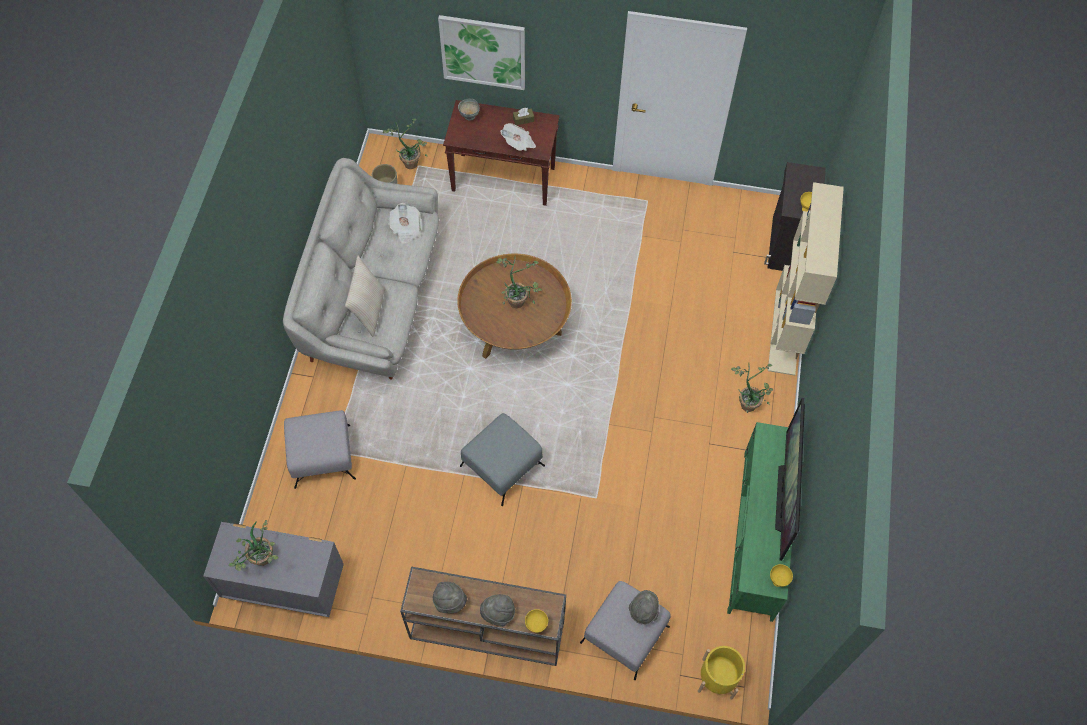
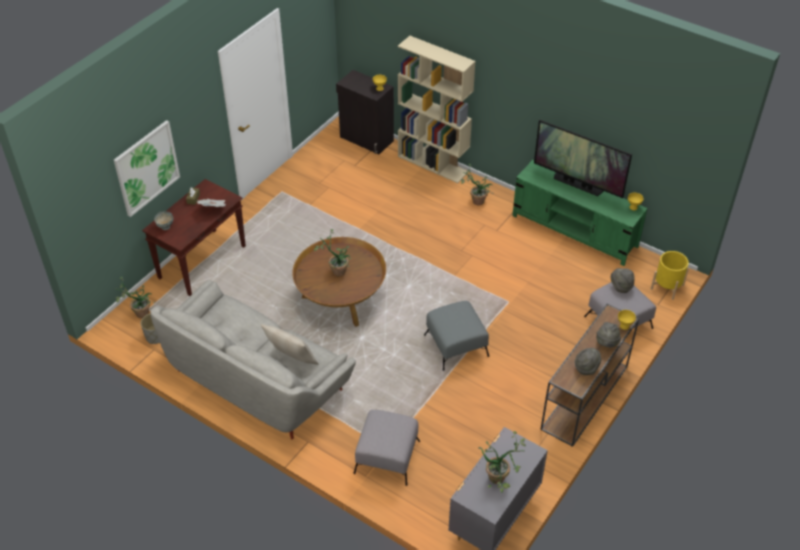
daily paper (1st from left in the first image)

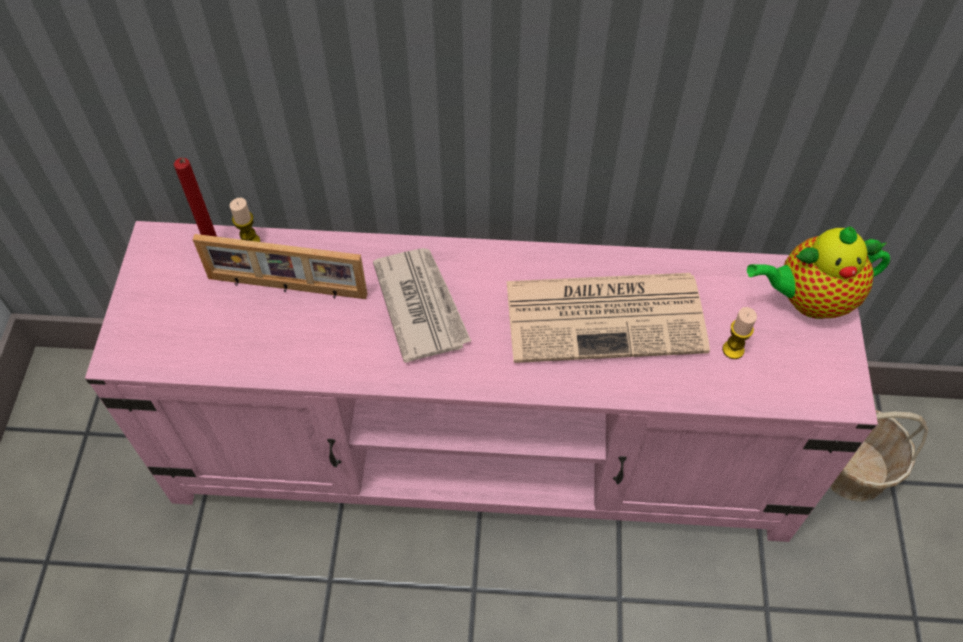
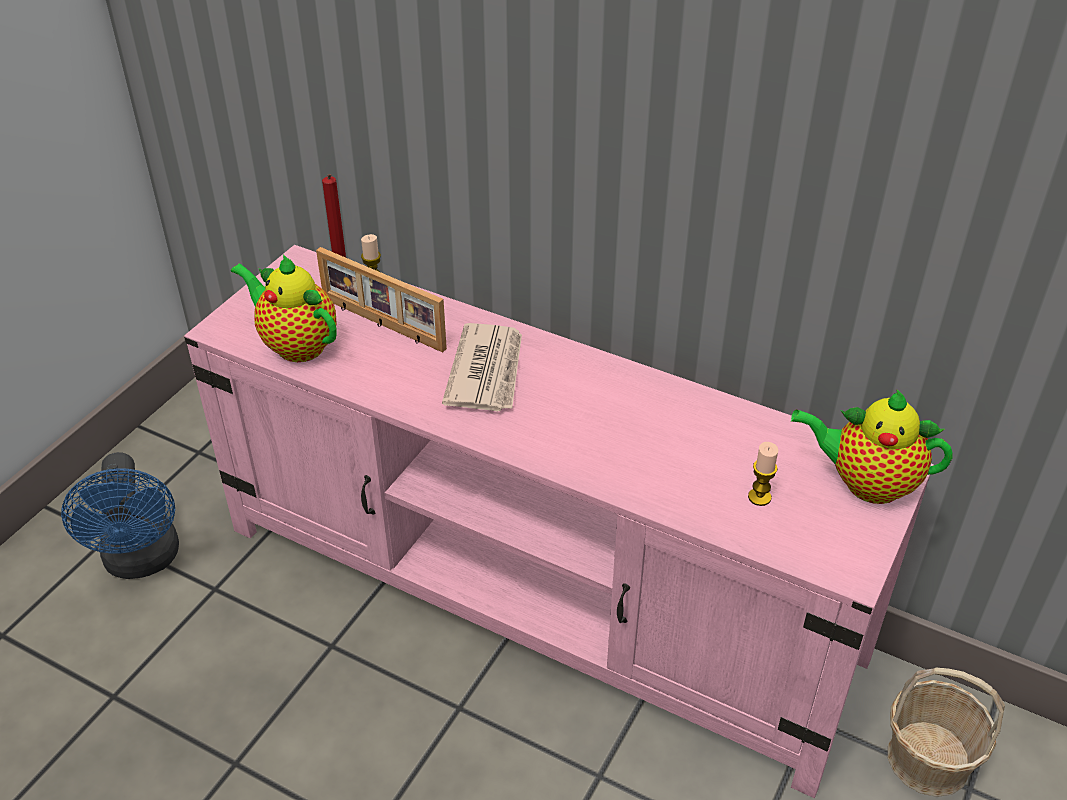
cooling fan in blue-coloured; teapot (1st from left); daily paper (2nd from left in the first image)

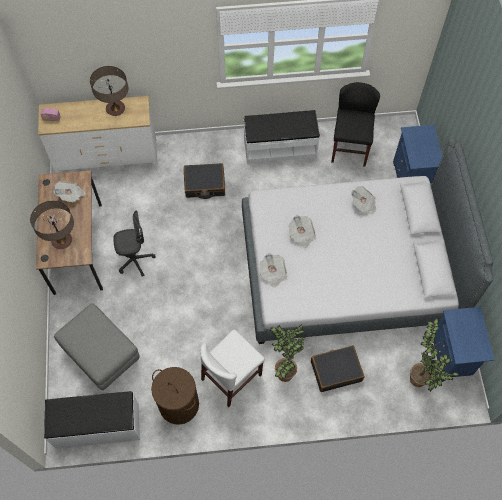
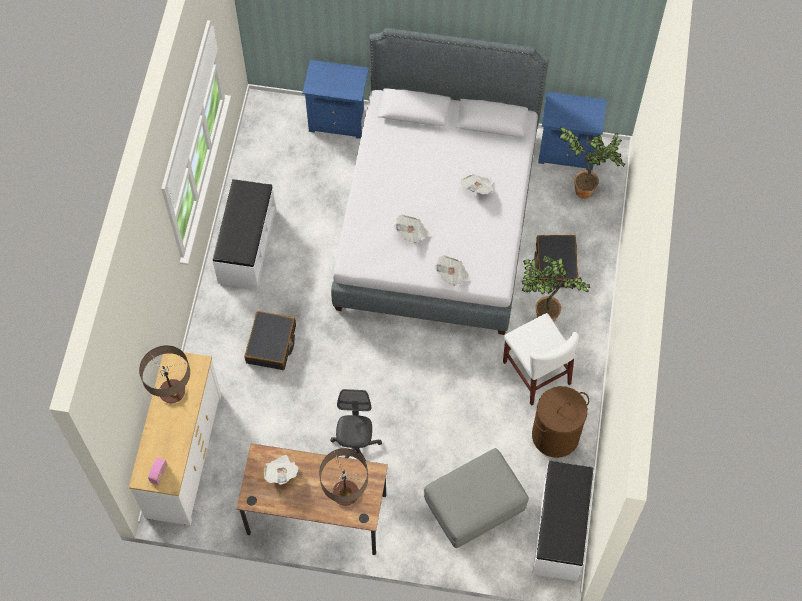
daily paper (4th from left); chair in black-coloured

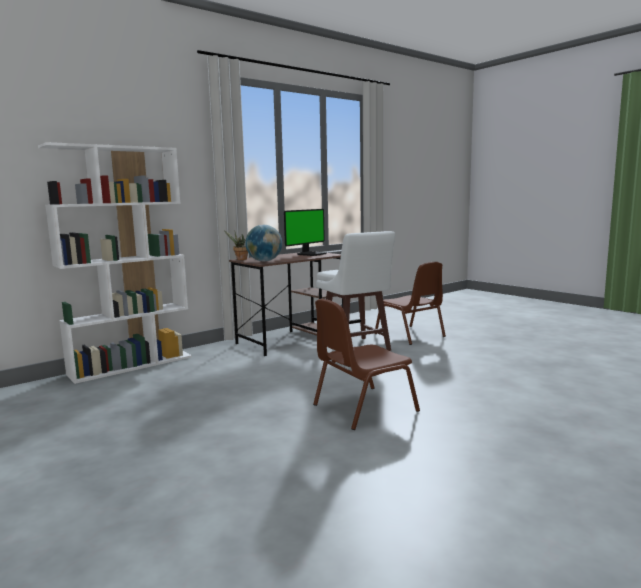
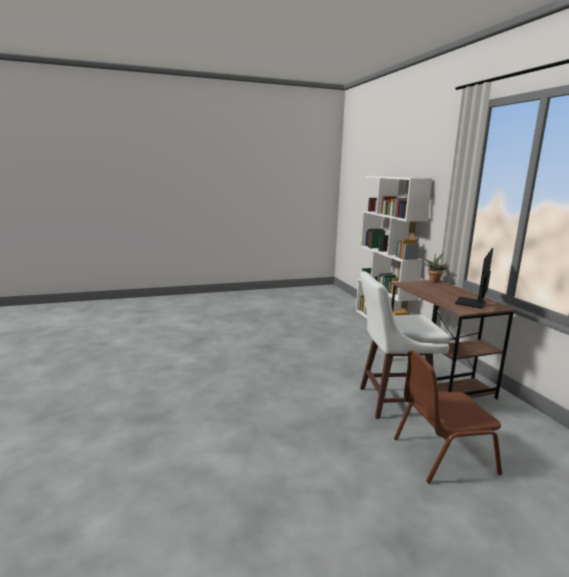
computer display; desk globe; chair in brown-coloured (1st from left in the first image)

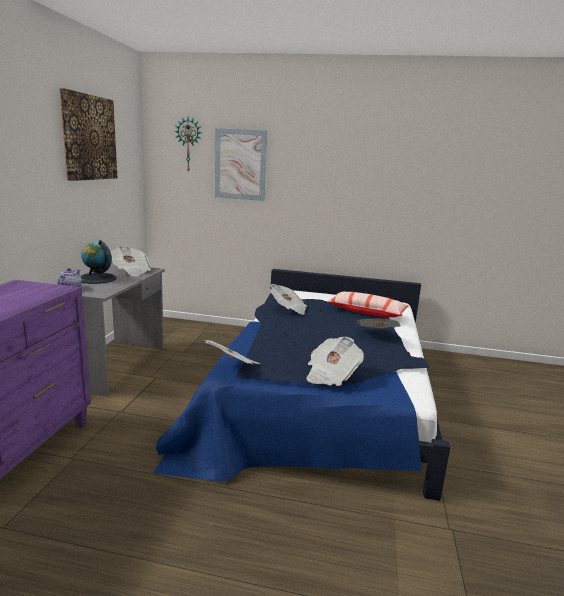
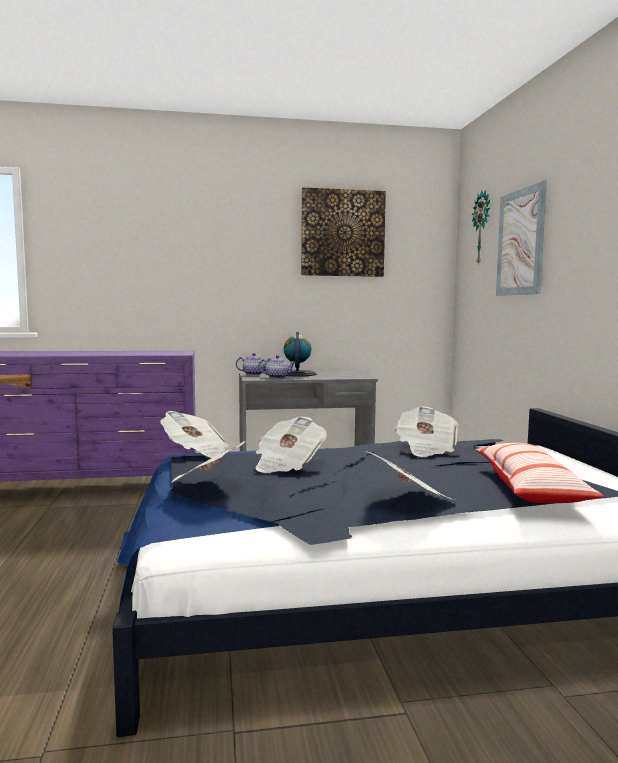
daily paper (3rd from left); teapot (2nd from left)

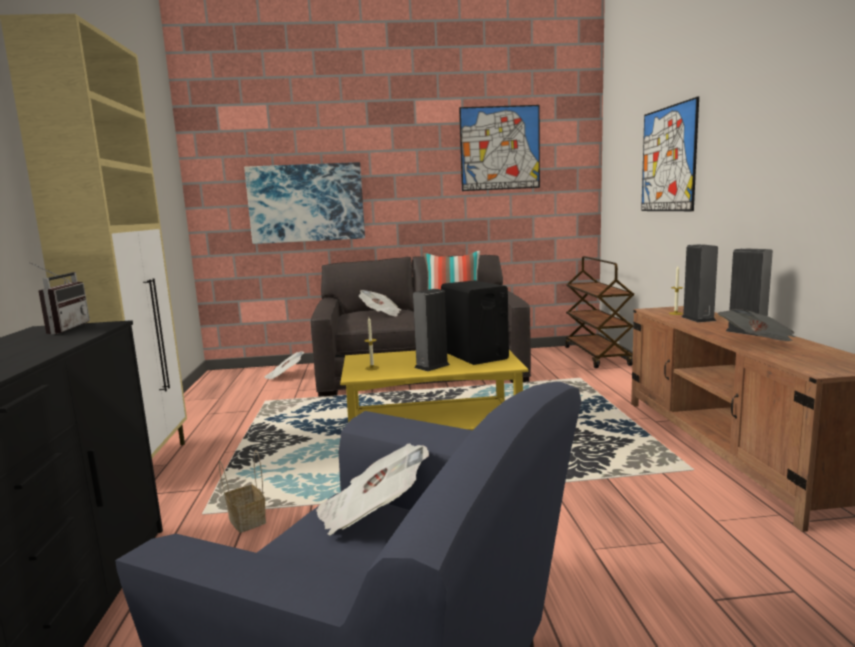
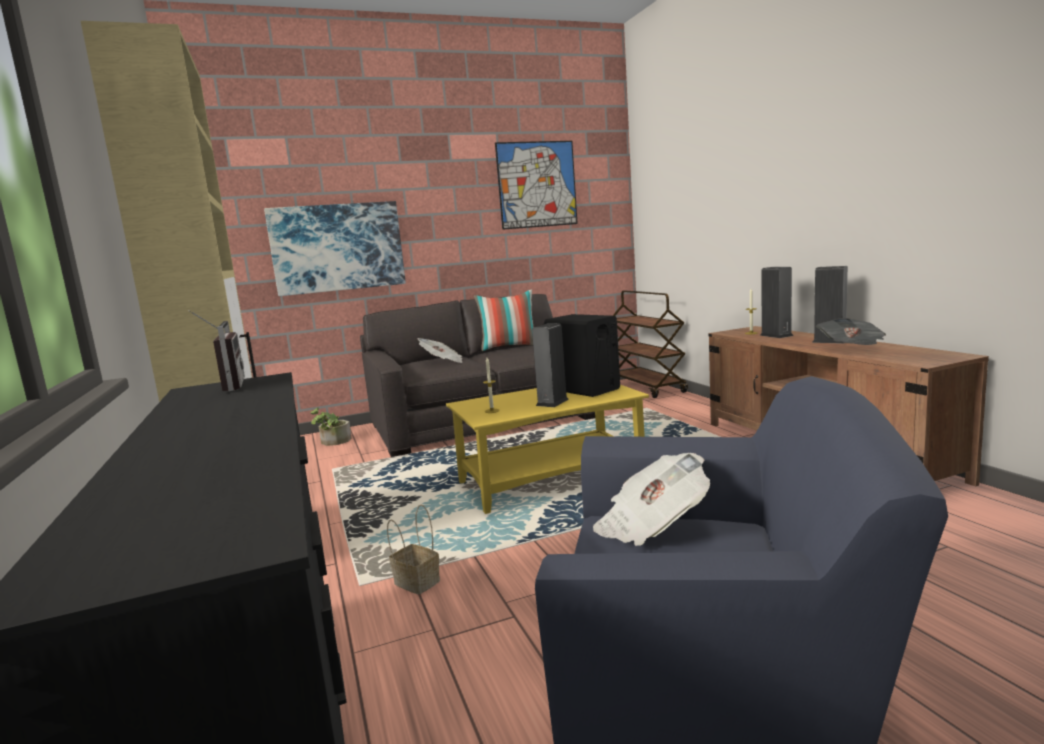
houseplant; wall art (3rd from left in the first image)

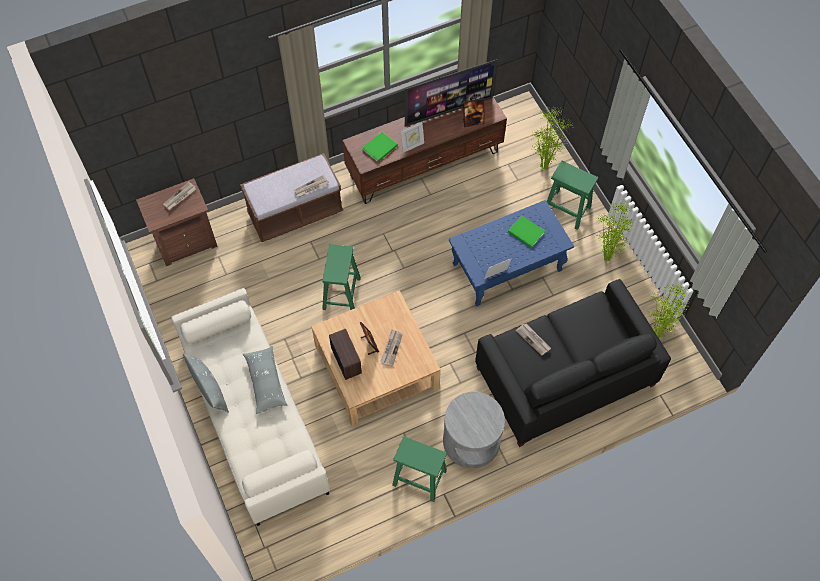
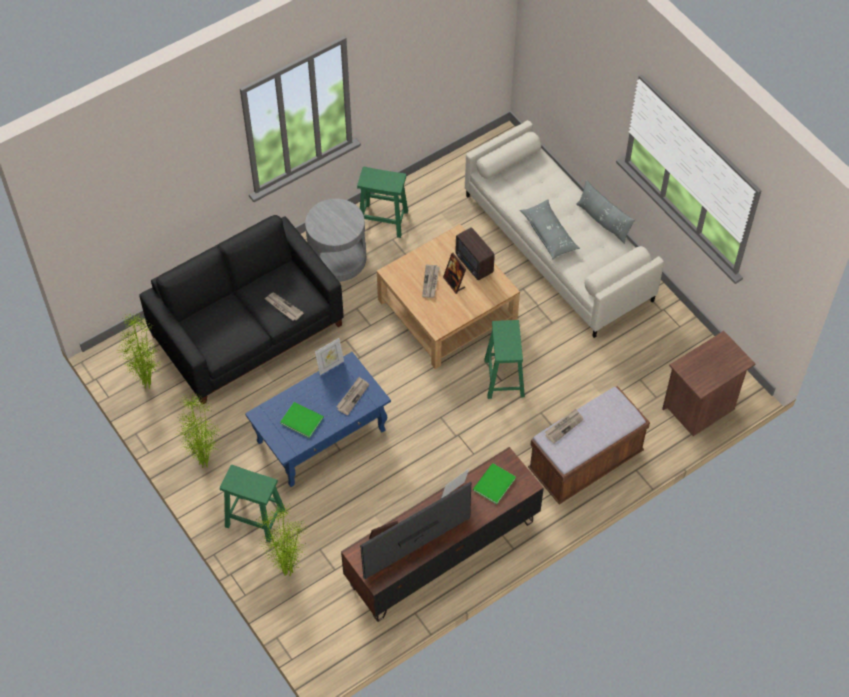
daily paper (2nd from left)

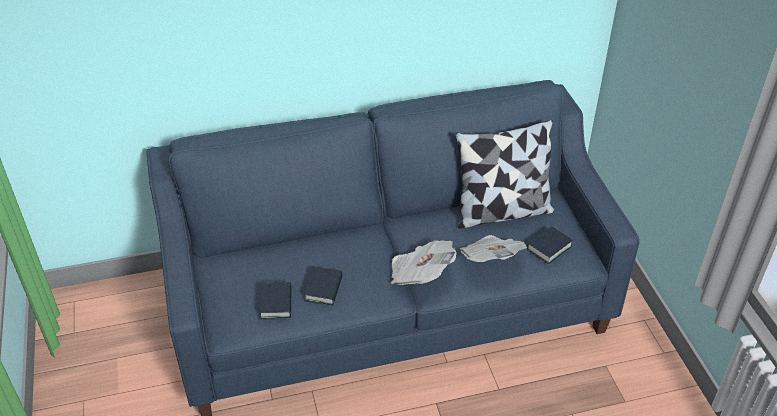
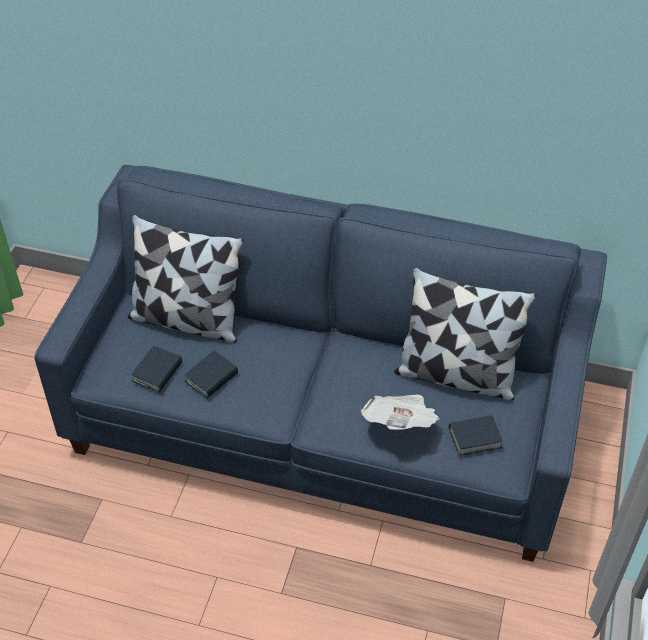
cushion (1st from left); daily paper (1st from left in the first image)

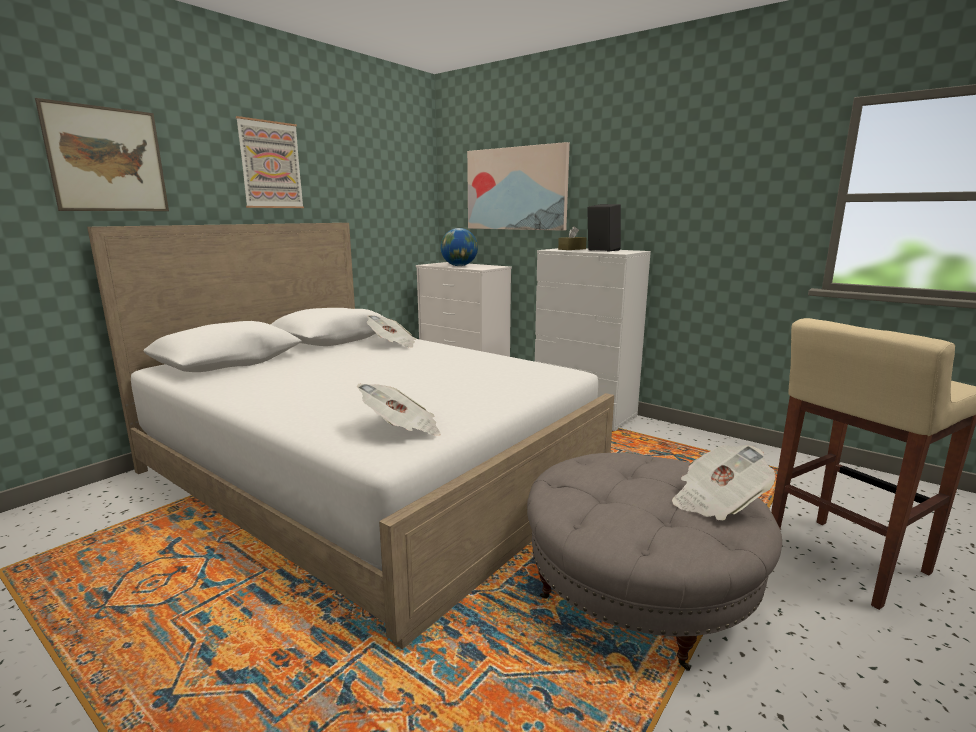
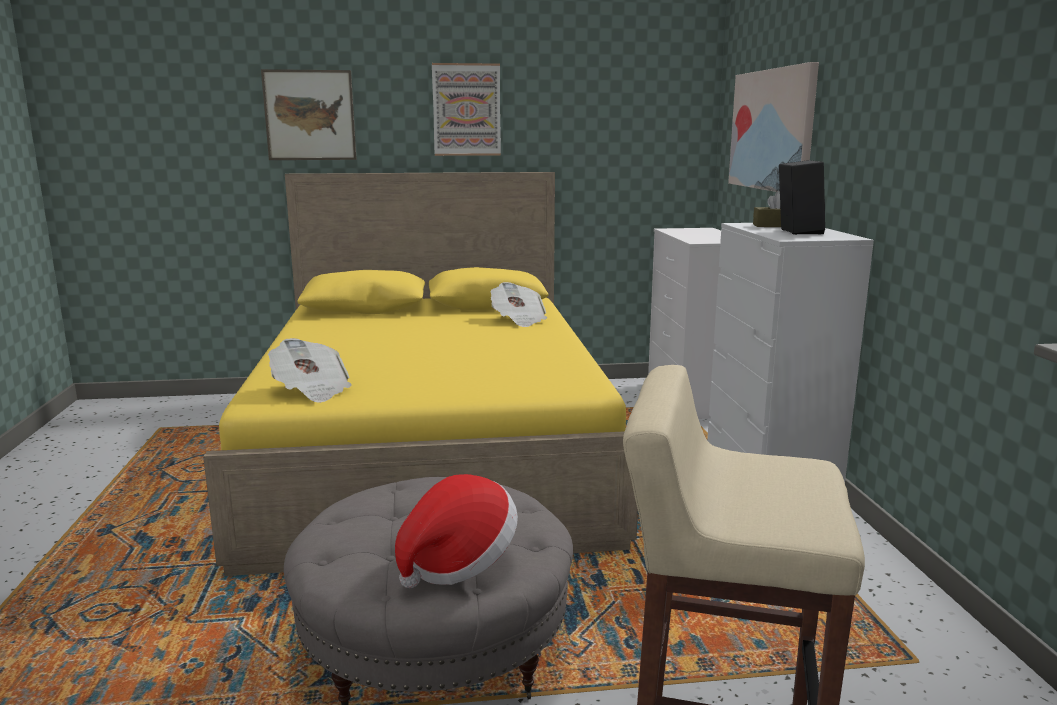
bed in yellow-coloured; hat; desk globe

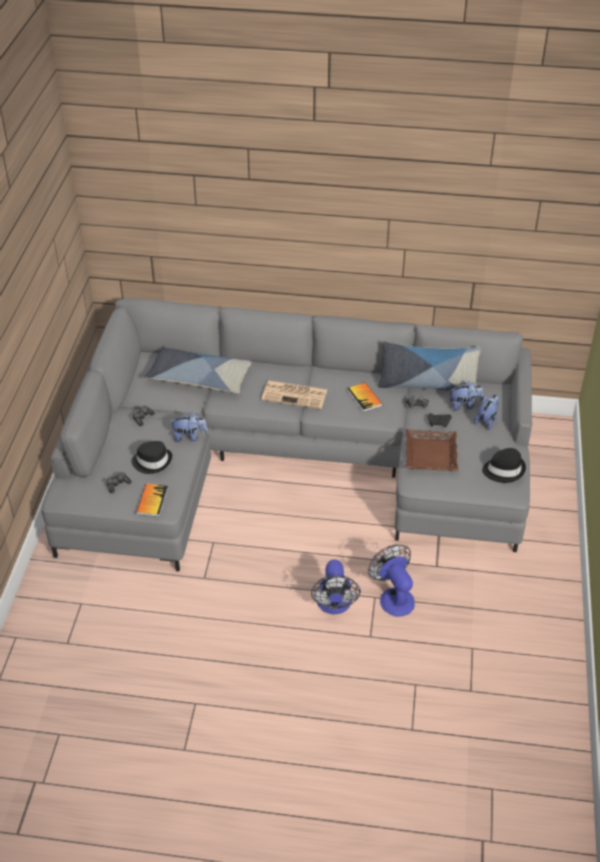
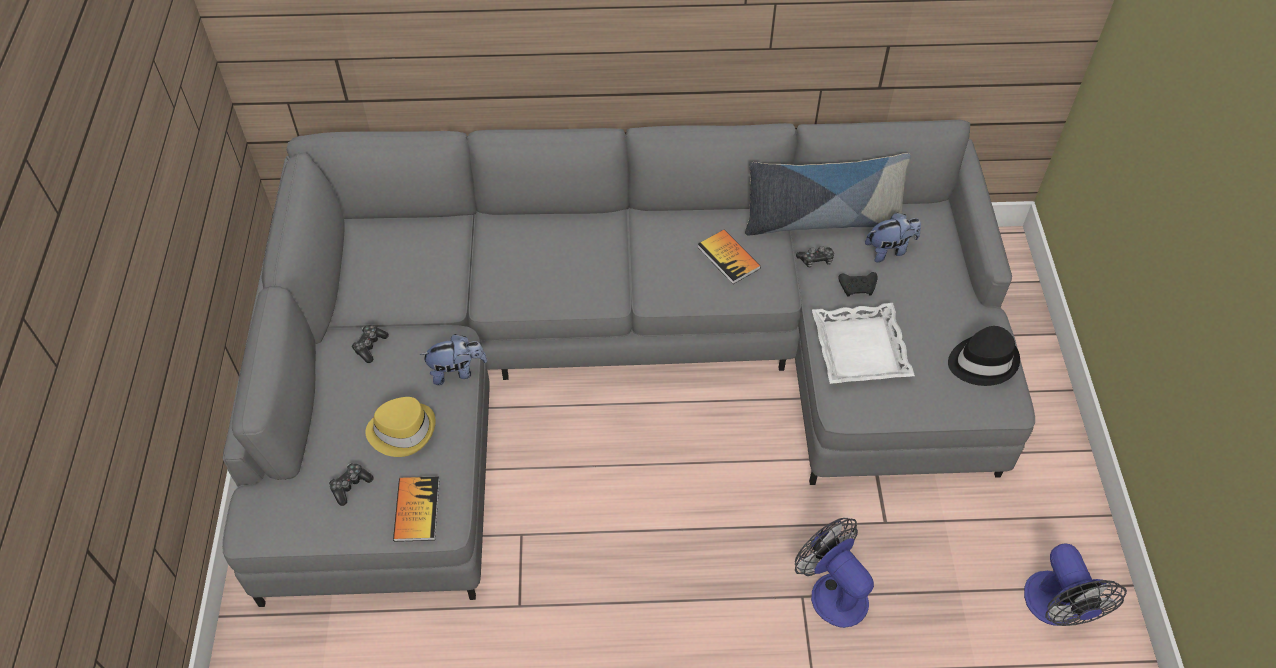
hat in yellow-coloured; tray in white-coloured; cooling fan (2nd from left); cushion (1st from left in the first image); daily paper; cuddly toy (3rd from left in the first image)

